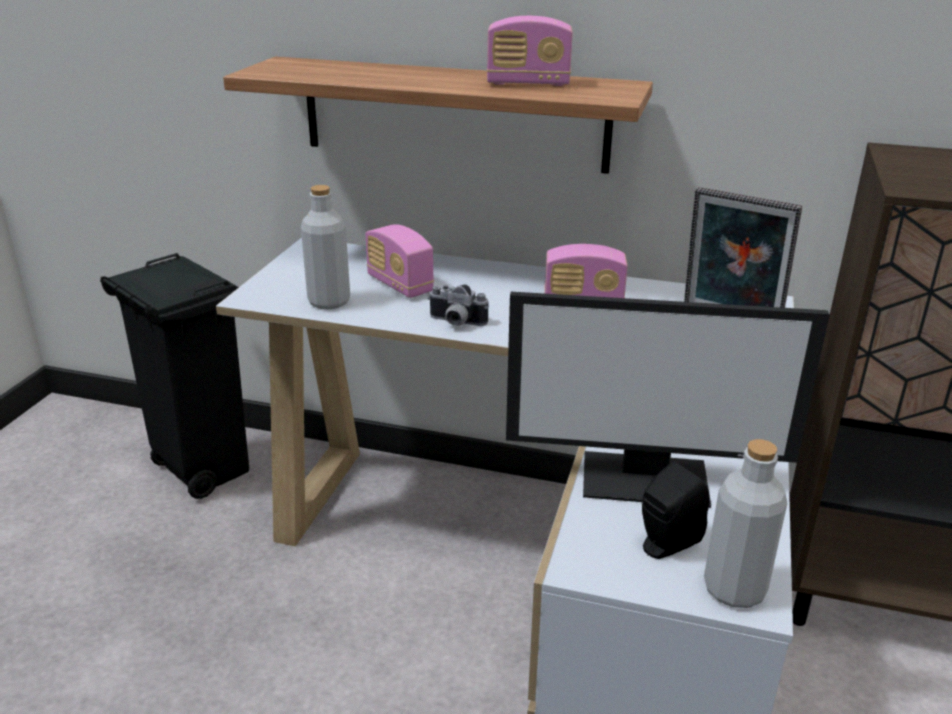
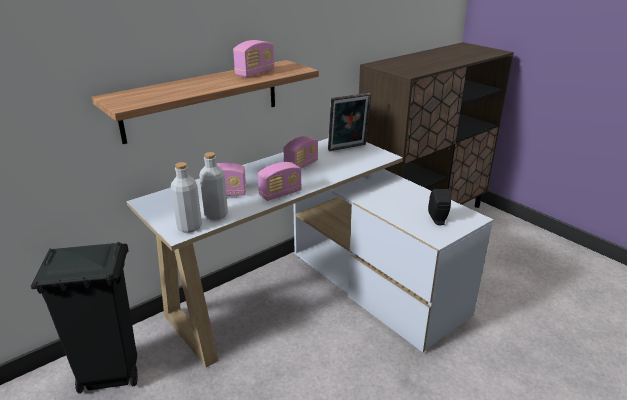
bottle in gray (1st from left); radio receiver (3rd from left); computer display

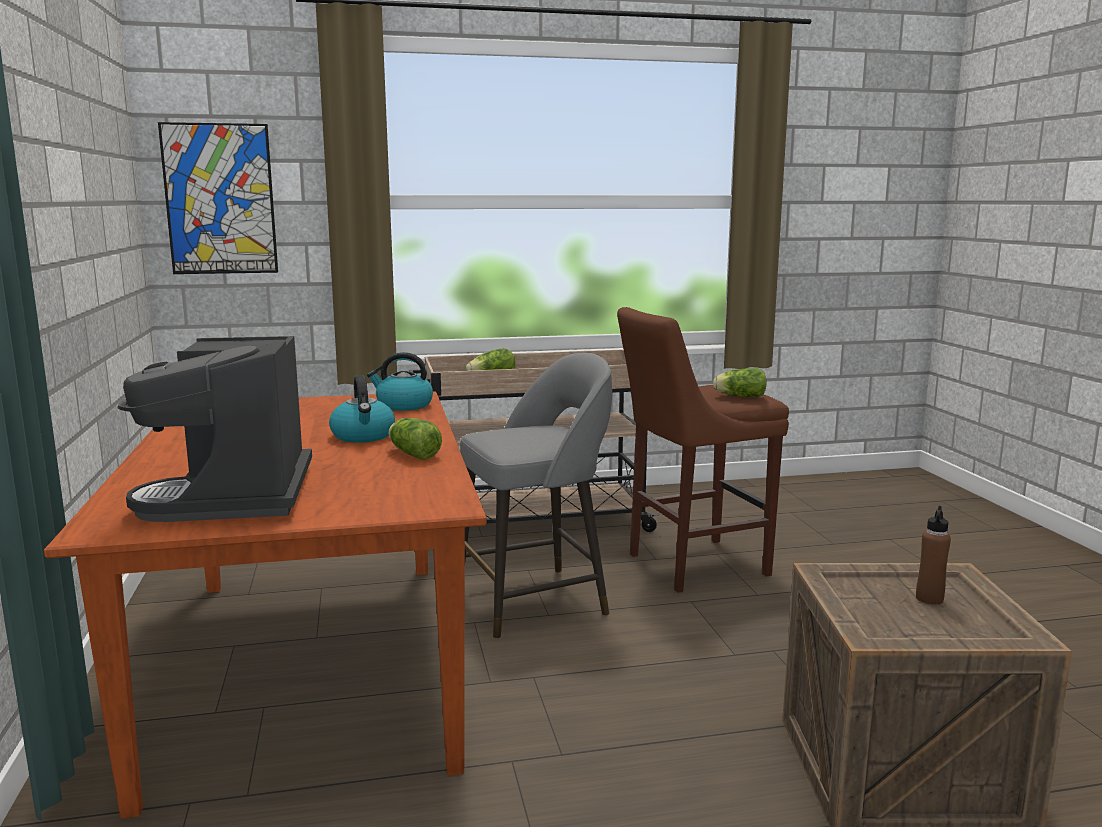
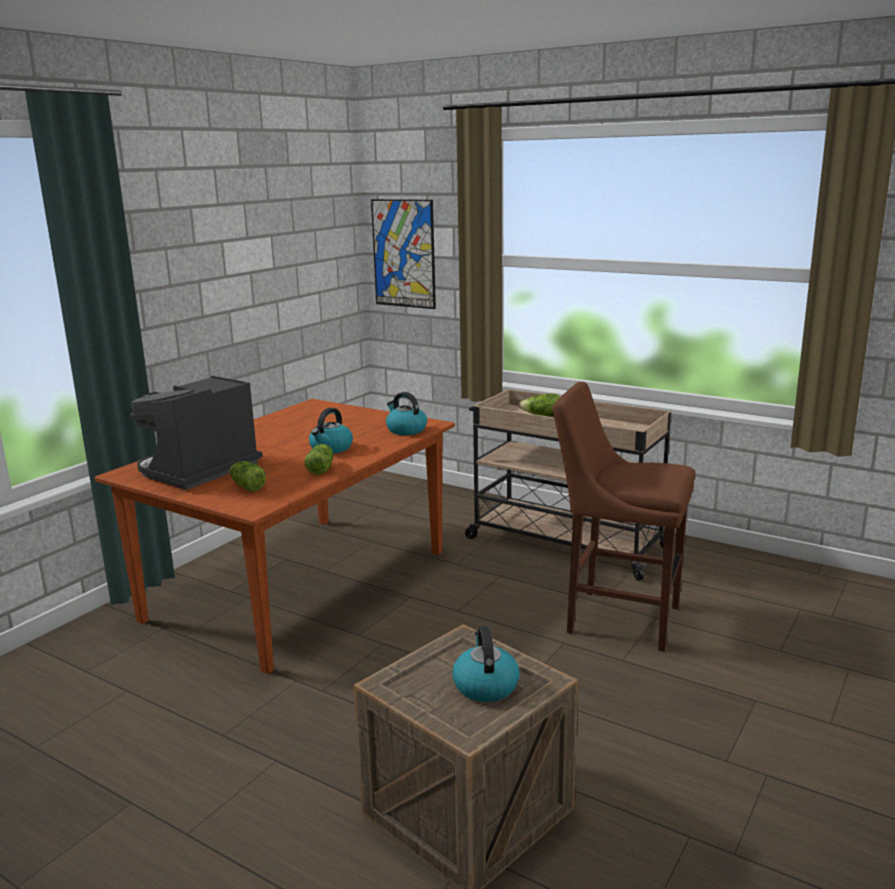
lettuce head (1st from left); kettle (3rd from left); stool in gray

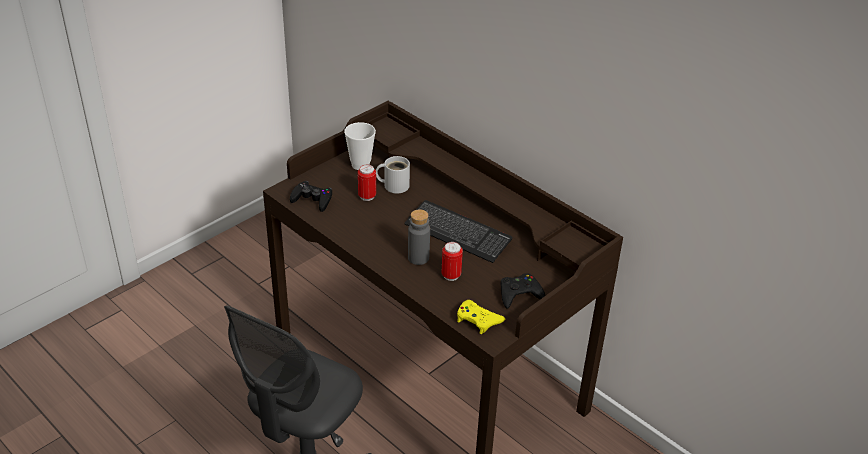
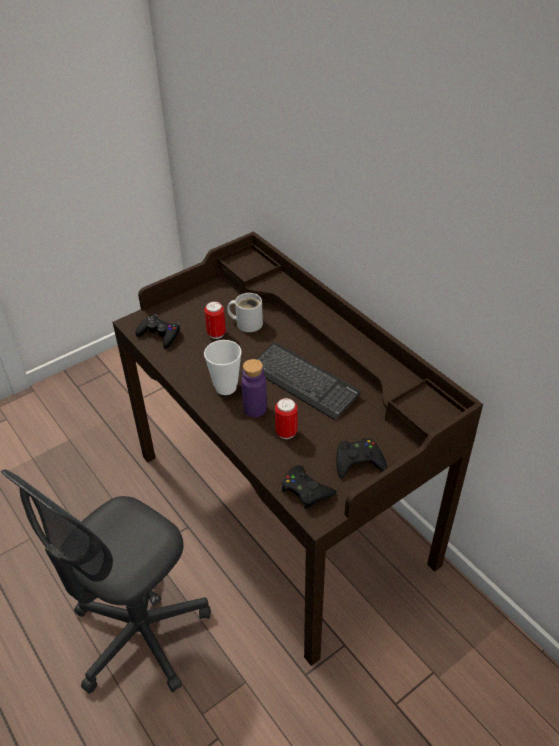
cup; bottle in purplish; joypad in black-coloured (2nd from left)

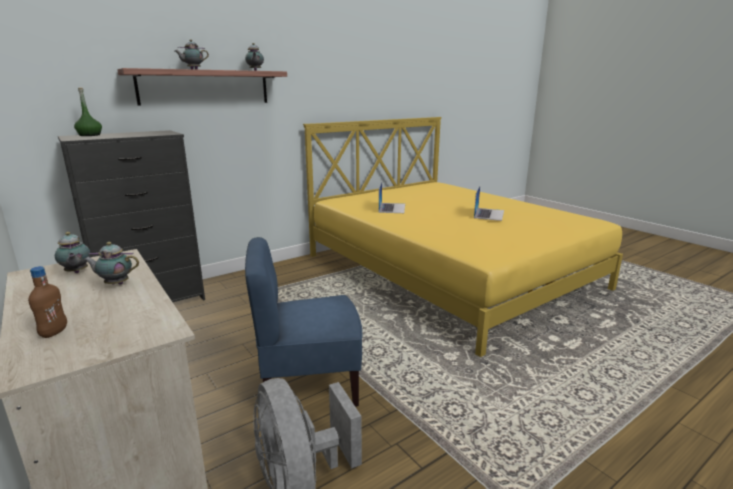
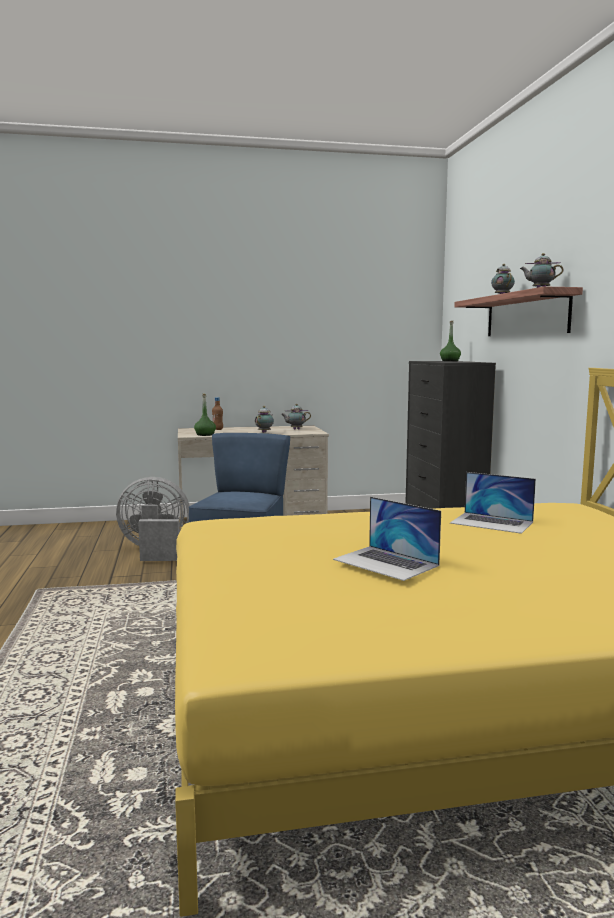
bottle in greenish (1st from left)

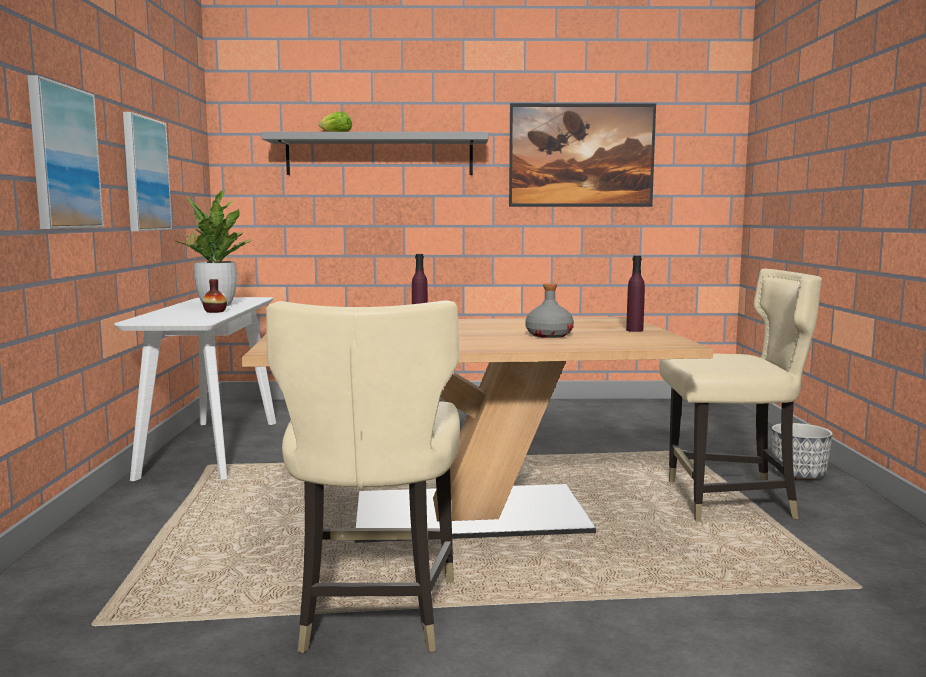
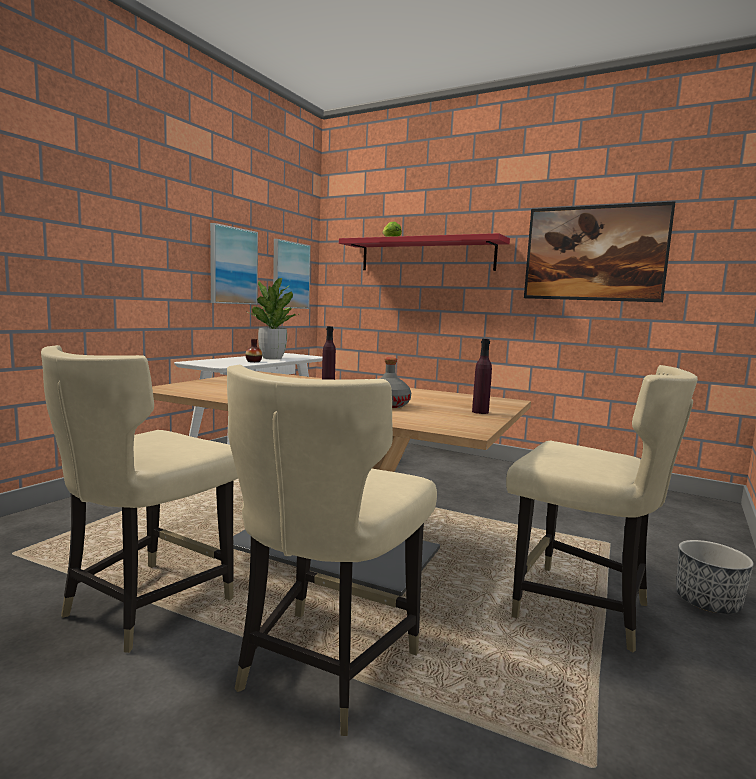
chair in beige (2nd from left); wall art (2nd from left); wall shelf in reddish

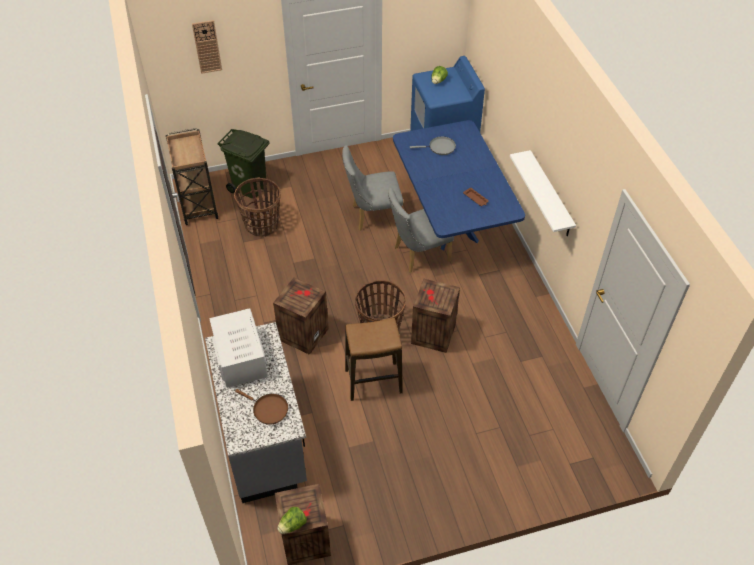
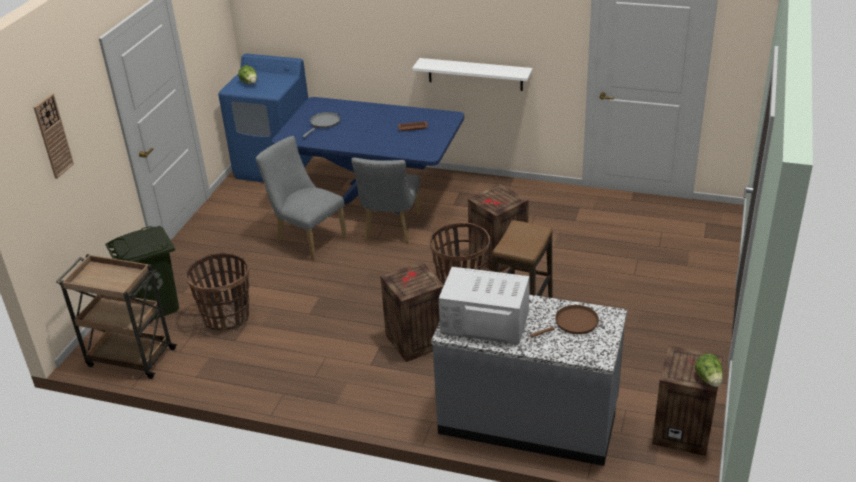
chair in gray (1st from left)

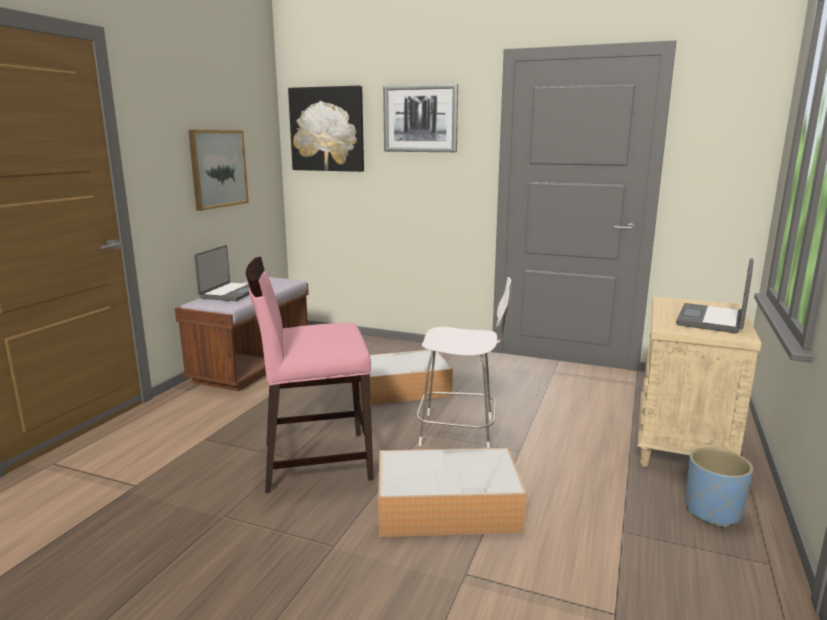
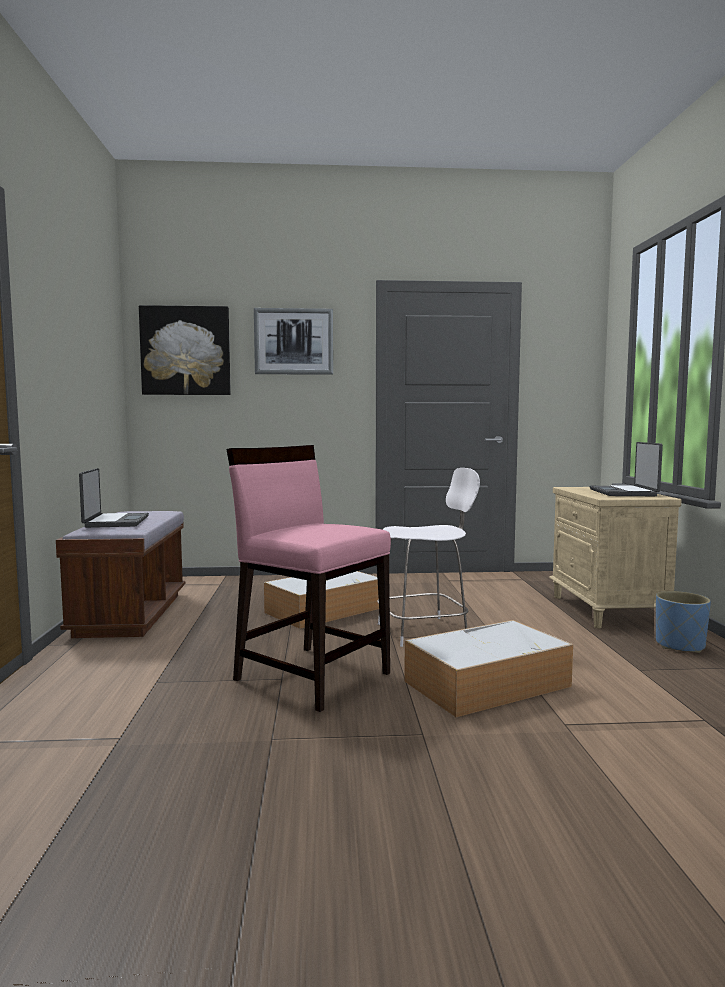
chair in pinkish; wall art (1st from left in the first image)

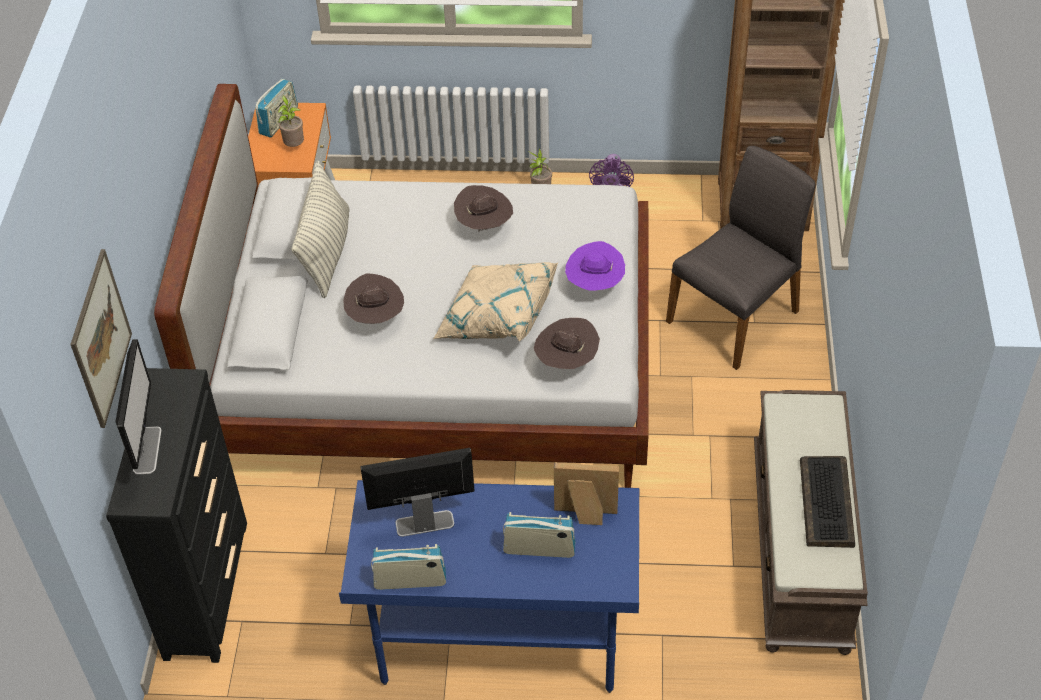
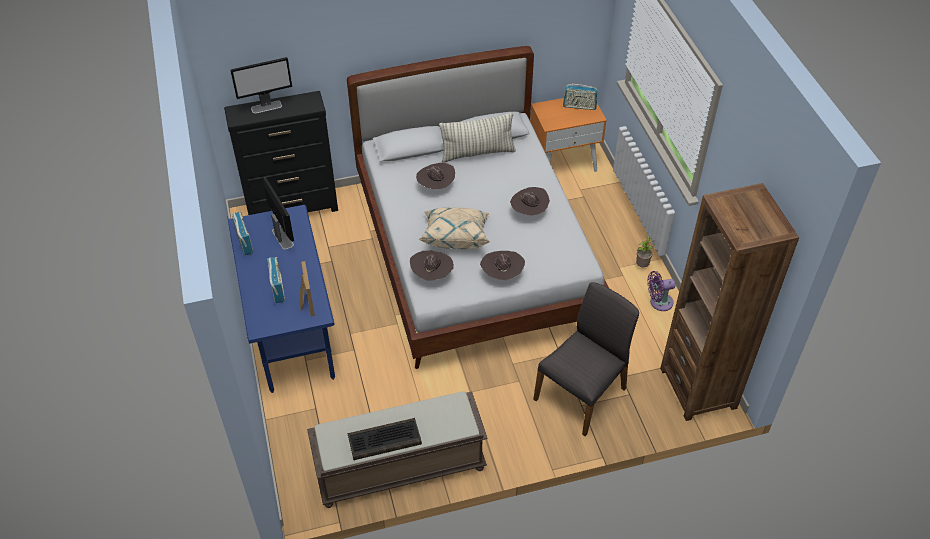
hat in brown-coloured (3rd from left); chair in gray; wall art; houseplant (1st from left in the first image)

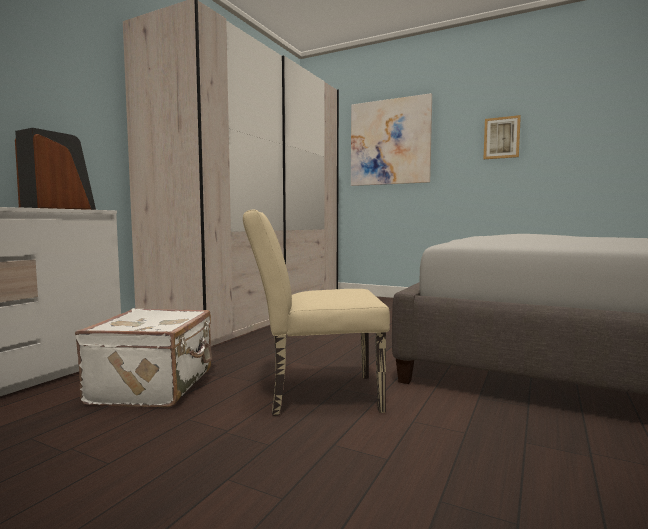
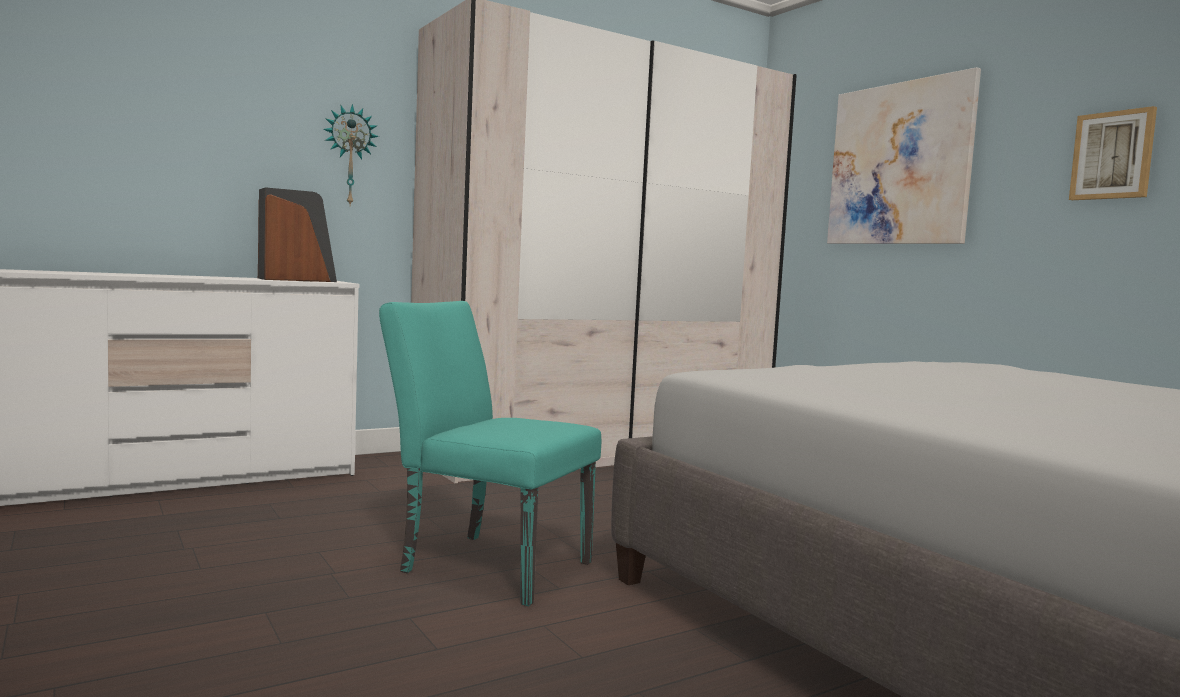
hanging clock; chair in blue-green; piece of luggage in white-coloured

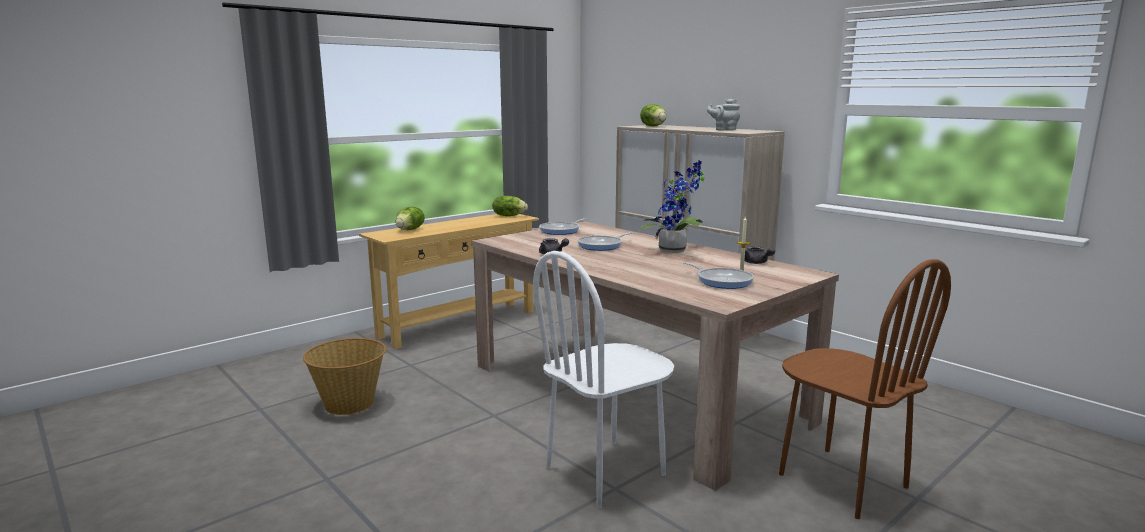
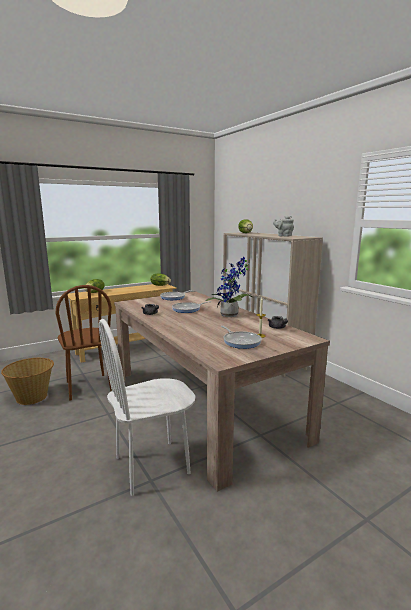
chair in brown-coloured

